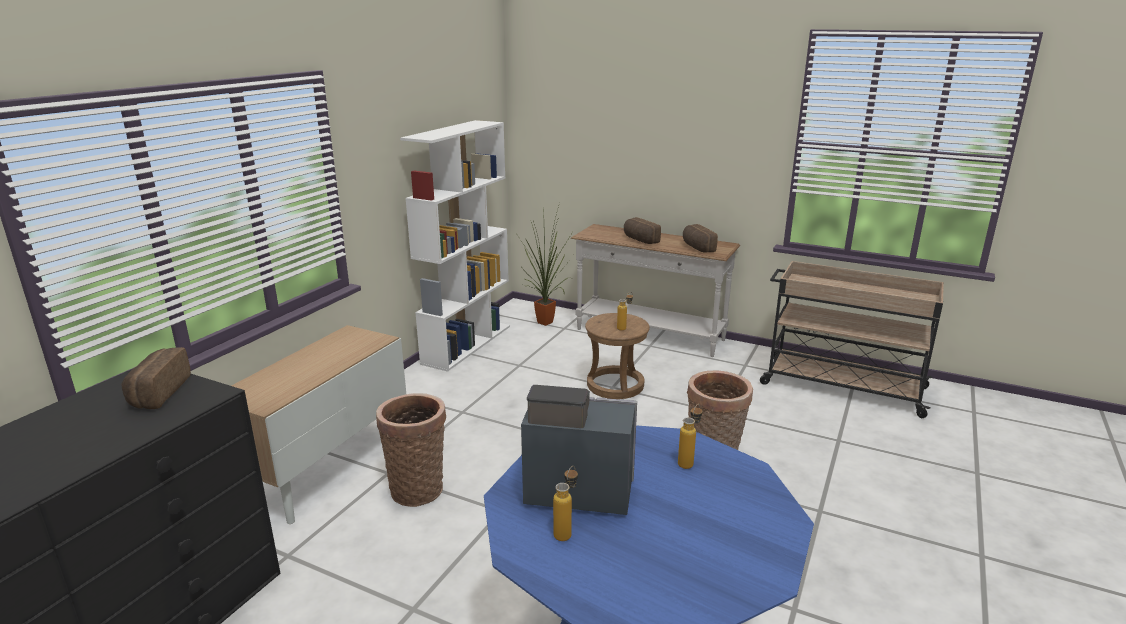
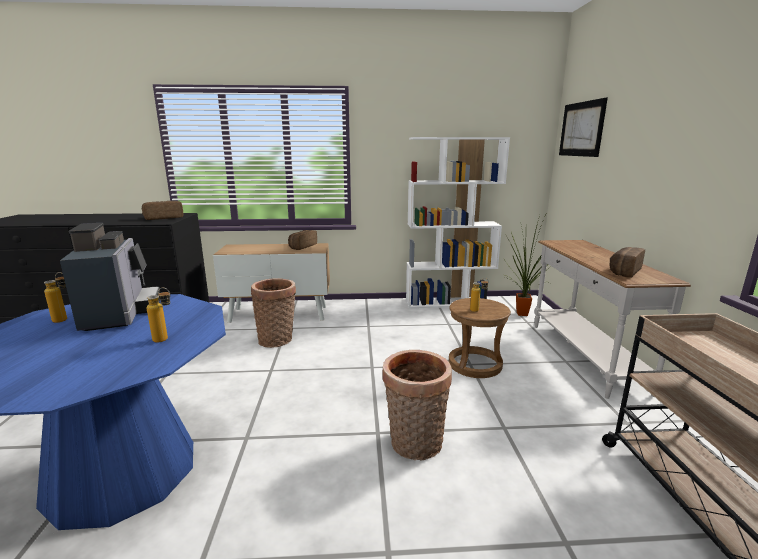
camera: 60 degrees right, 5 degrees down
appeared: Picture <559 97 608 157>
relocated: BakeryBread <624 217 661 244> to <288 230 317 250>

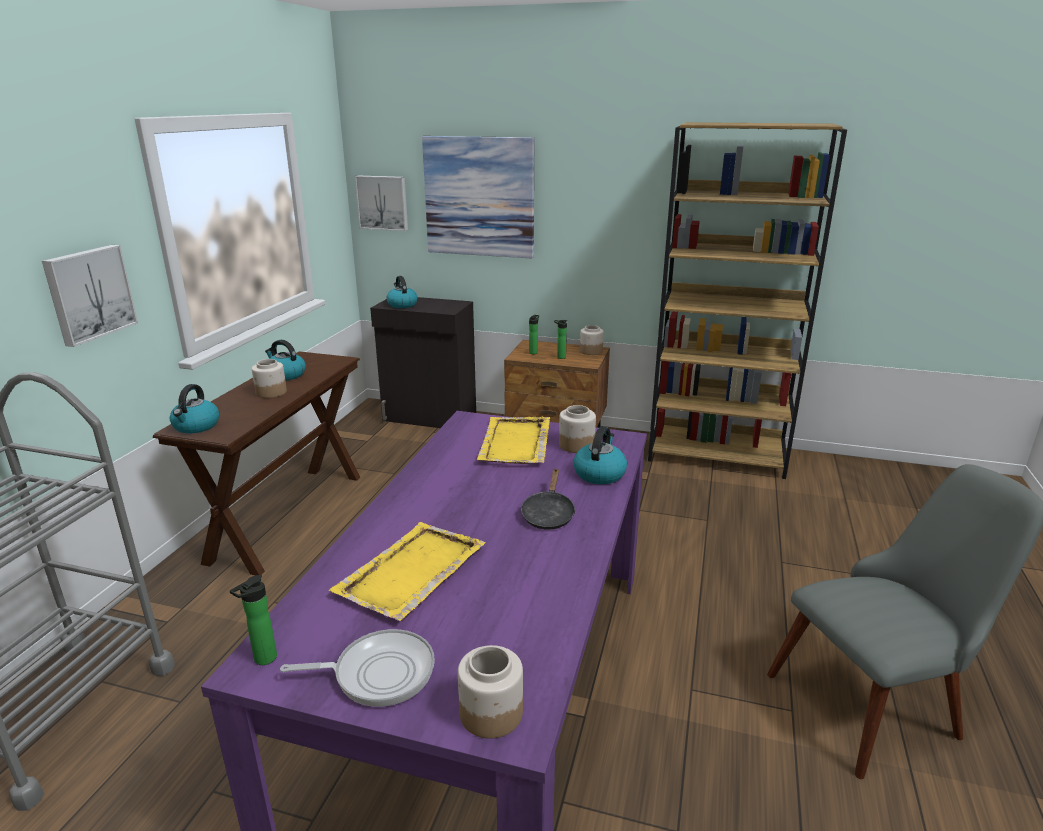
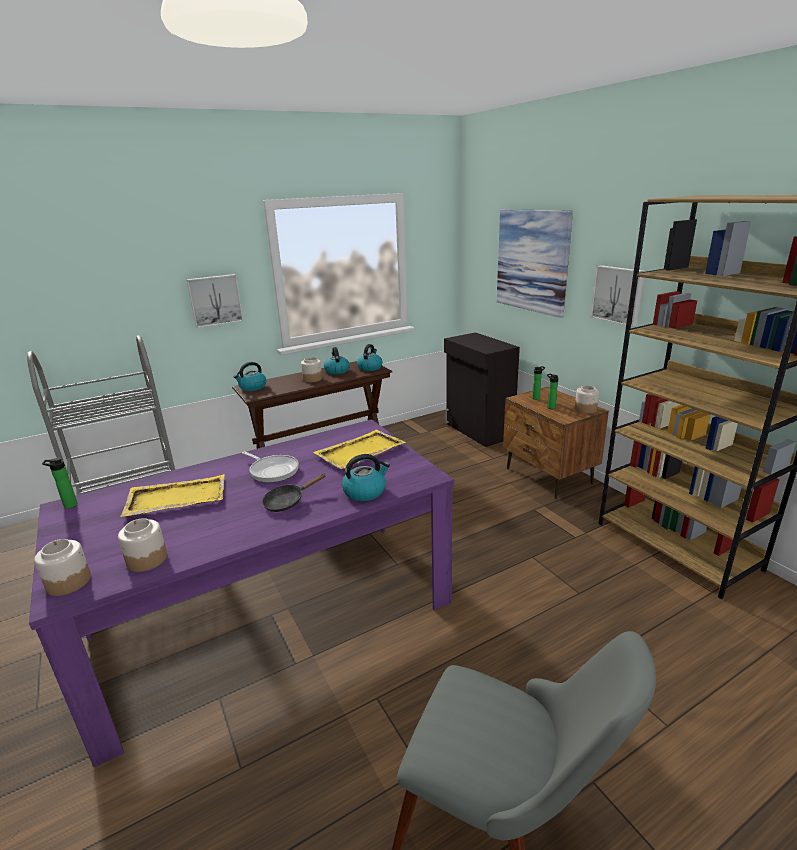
camera: 45 degrees right, 0 degrees up
relocated: FryingPan <280 629 435 707> to <242 451 299 483>; Picture <355 175 408 231> to <590 265 645 327>; TeaKettle <386 276 418 308> to <357 344 382 371>; StorageJar <559 405 596 453> to <118 518 167 572>

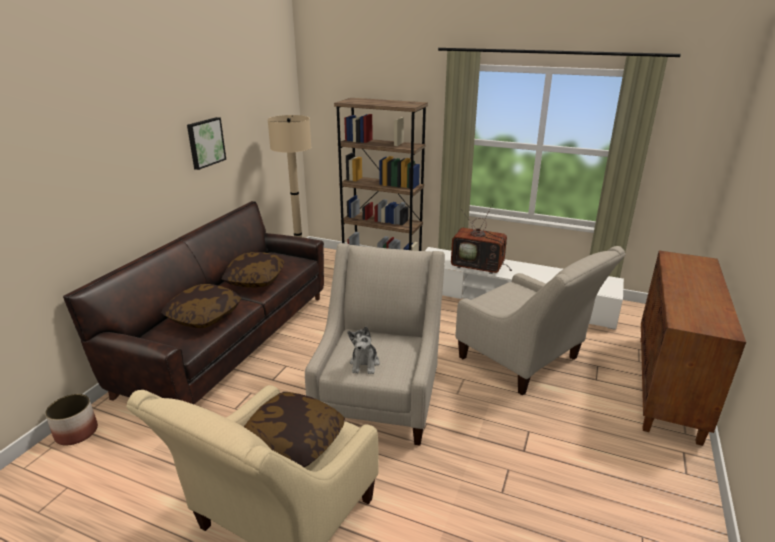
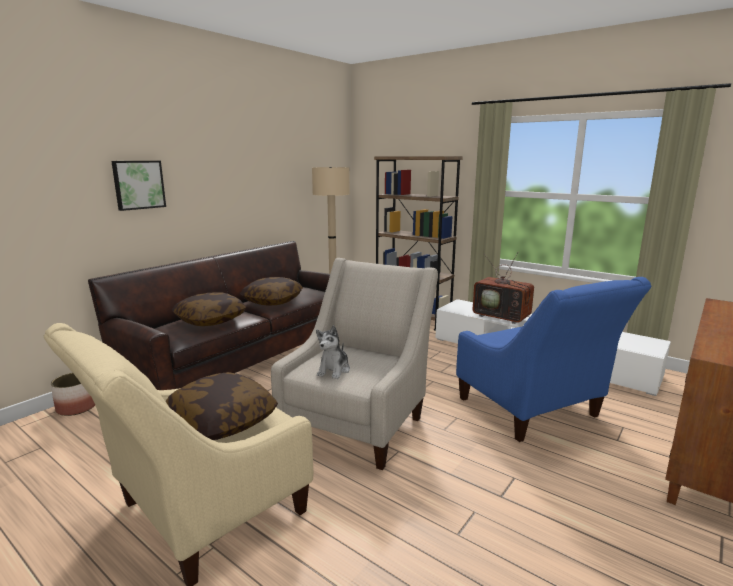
camera: 15 degrees right, 10 degrees down
relocated: Picture <187 117 226 170> to <111 161 166 211>
colour: BeigeEasyChair <456 246 626 396> to BluishEasyChair <456 277 651 442>

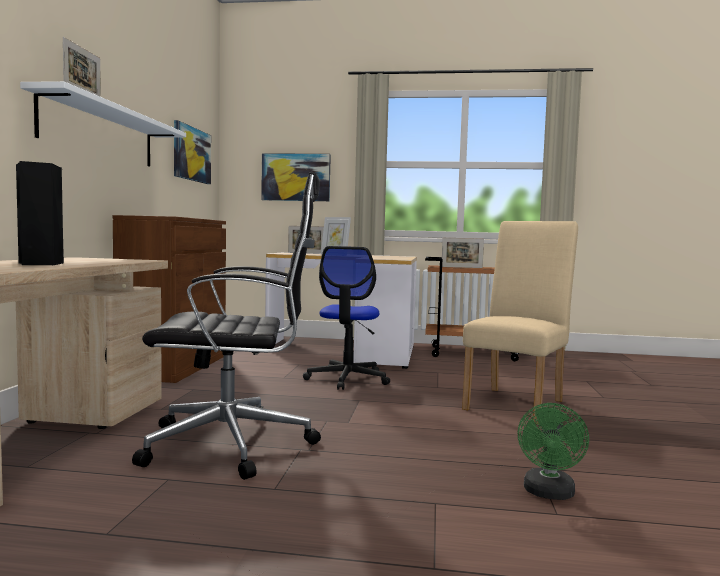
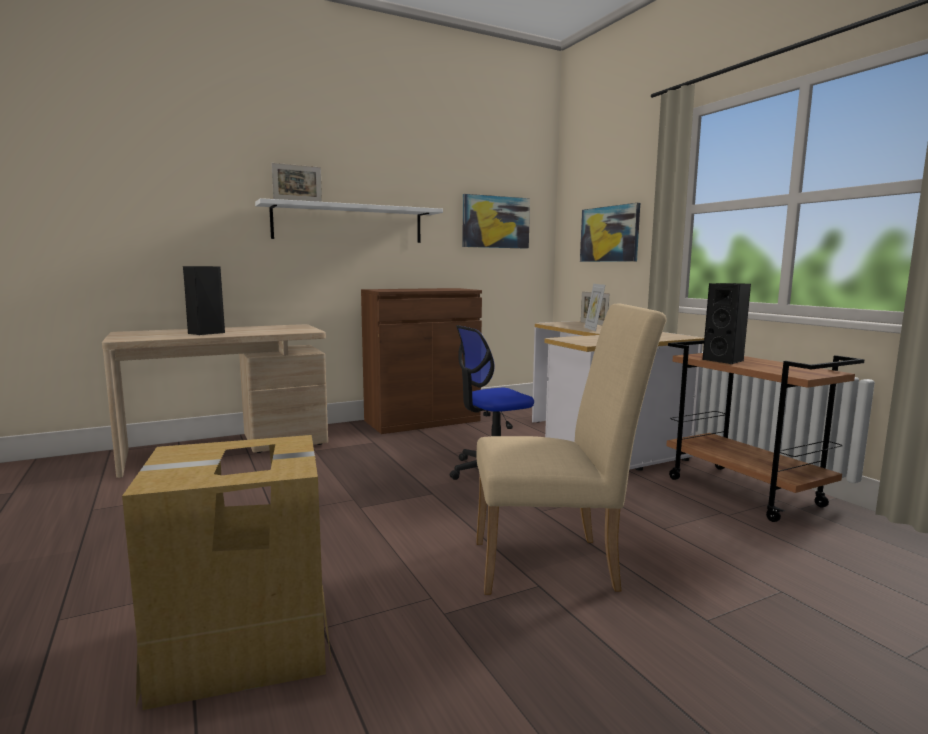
camera: 55 degrees right, 5 degrees up
missing: BlackishDeskChair <132 172 321 480>
exchanged: PhotoFrame <442 237 484 268> to BlackishSpeaker <703 283 751 364>; GreenColouredElectricFan <518 403 589 500> to PackingBox <122 435 332 710>

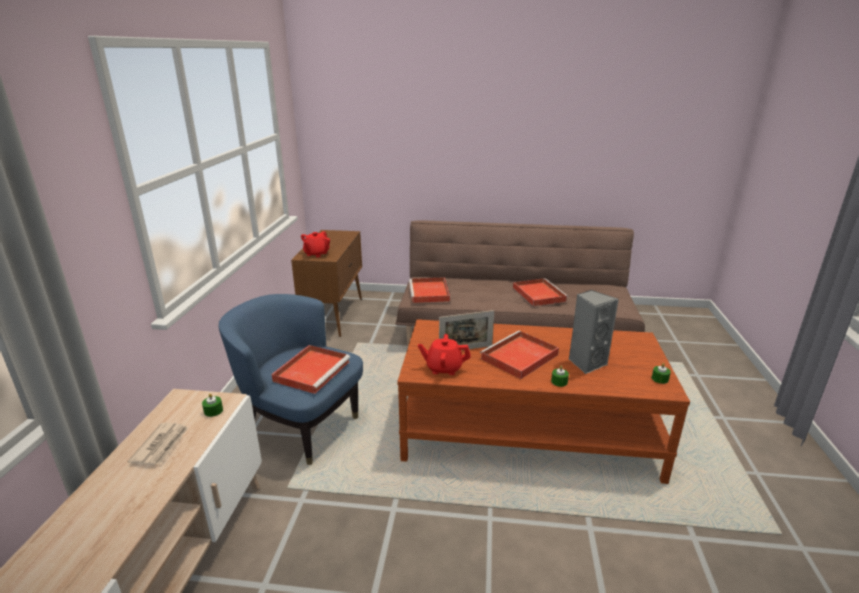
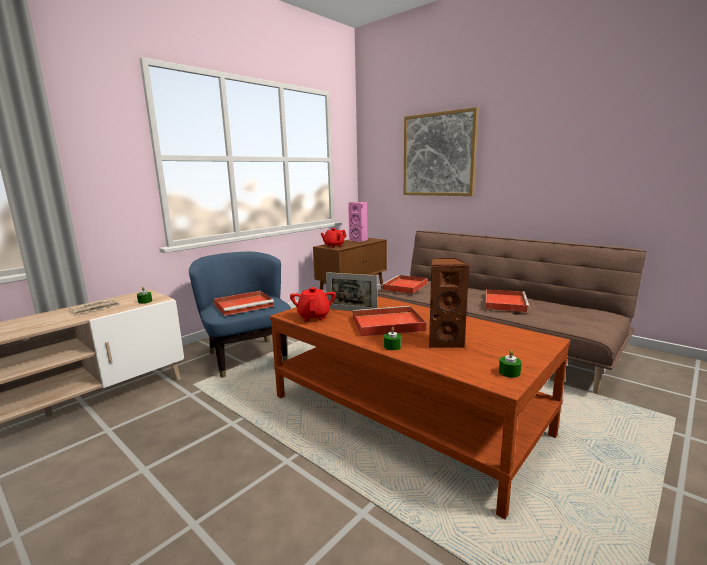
camera: 35 degrees right, 10 degrees down
appeared: PinkColouredSpeaker <348 202 368 242>; Picture <404 107 478 196>
colour: GreySpeaker <569 290 619 374> to BrownishSpeaker <429 258 469 348>
spun: RedColouredTeapot <418 334 471 375> = <290 287 336 321> 45 degrees clockwise

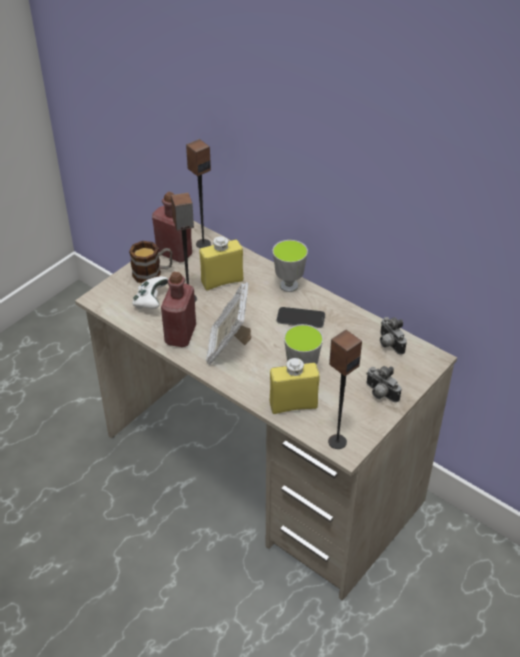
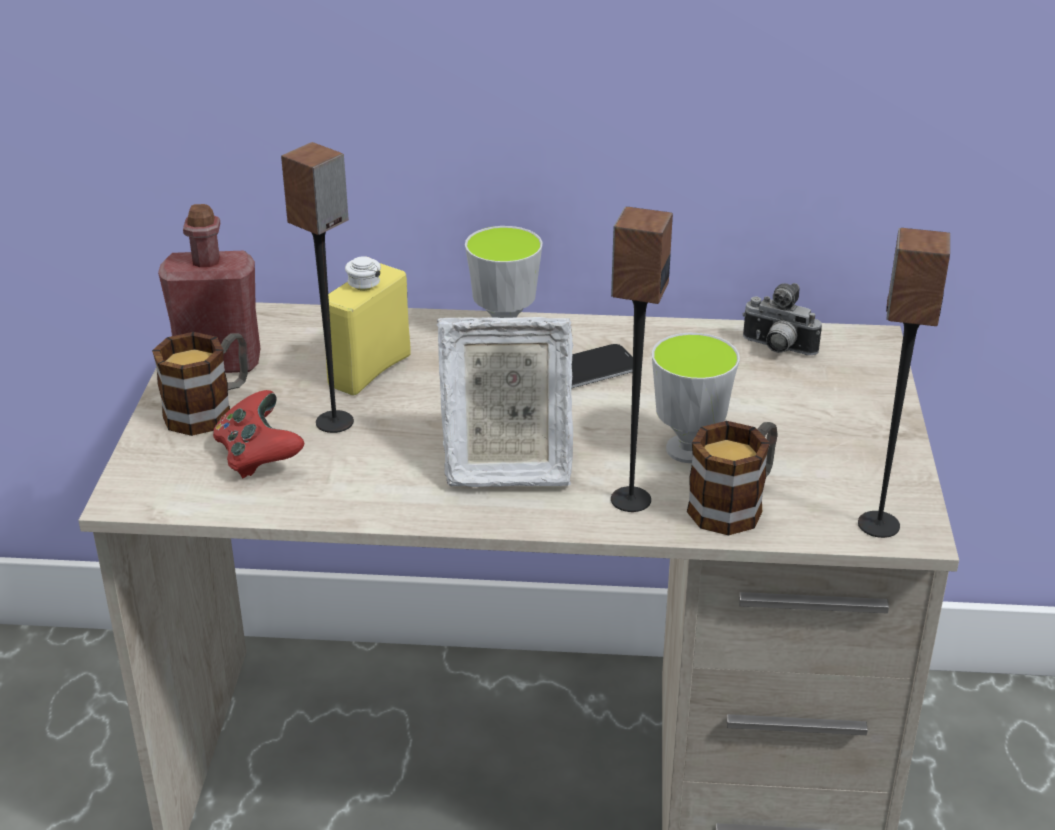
camera: 35 degrees left, 10 degrees down
missing: RedColouredDrinkBottle <161 272 196 347>; PhotoCamera <366 366 401 402>
relocated: Speaker <186 139 211 248> to <611 207 673 512>
exchanged: YellowishDrinkBottle <270 358 320 414> to CoffeeMug <687 421 778 535>
colour: WhitishJoypad <132 276 168 309> to RedColouredJoypad <213 390 304 478>
spun: PhotoFrame <206 282 251 365> = <436 317 573 487> 60 degrees counterclockwise

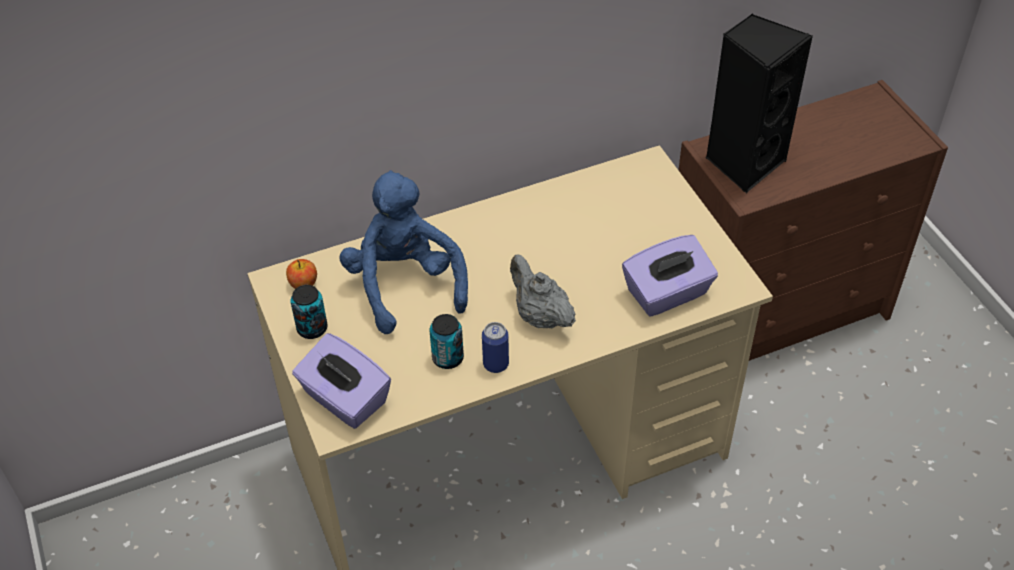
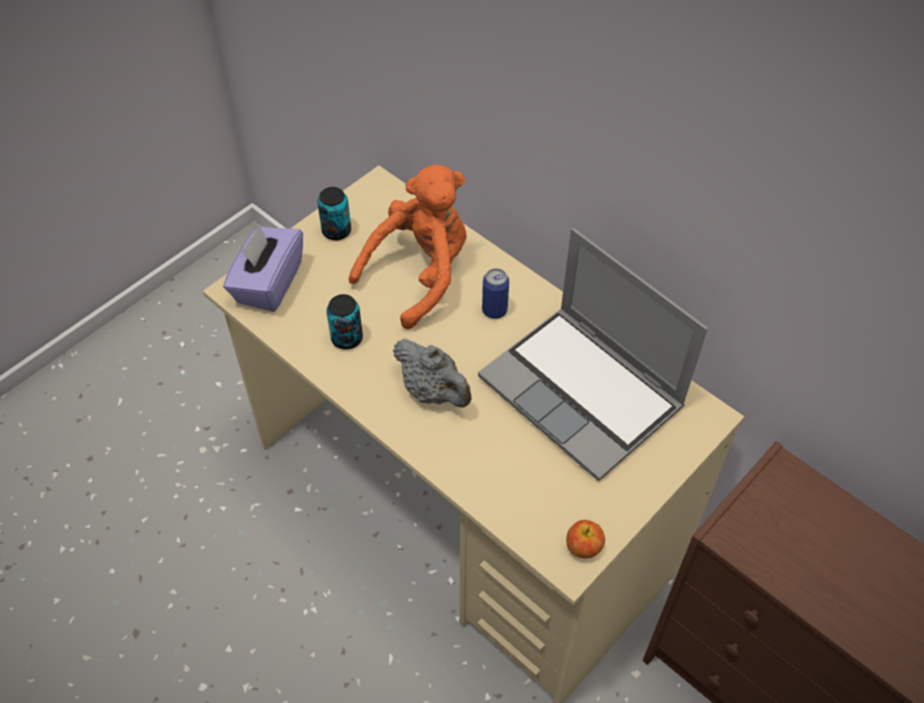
camera: 65 degrees right, 5 degrees up
missing: PurpleTissueHolder <622 235 718 317>; BlackishSpeaker <706 13 813 193>
appeared: Laptop <478 228 708 481>
relocated: WholeApple <286 259 317 289> to <566 520 605 559>; MetalCan <482 322 509 373> to <482 268 509 319>
colour: BluishCuddlyToy <339 170 468 334> to OrangeCuddlyToy <349 165 466 329>
spun: GreyTeapot <510 255 576 328> = <393 339 471 408> 105 degrees clockwise

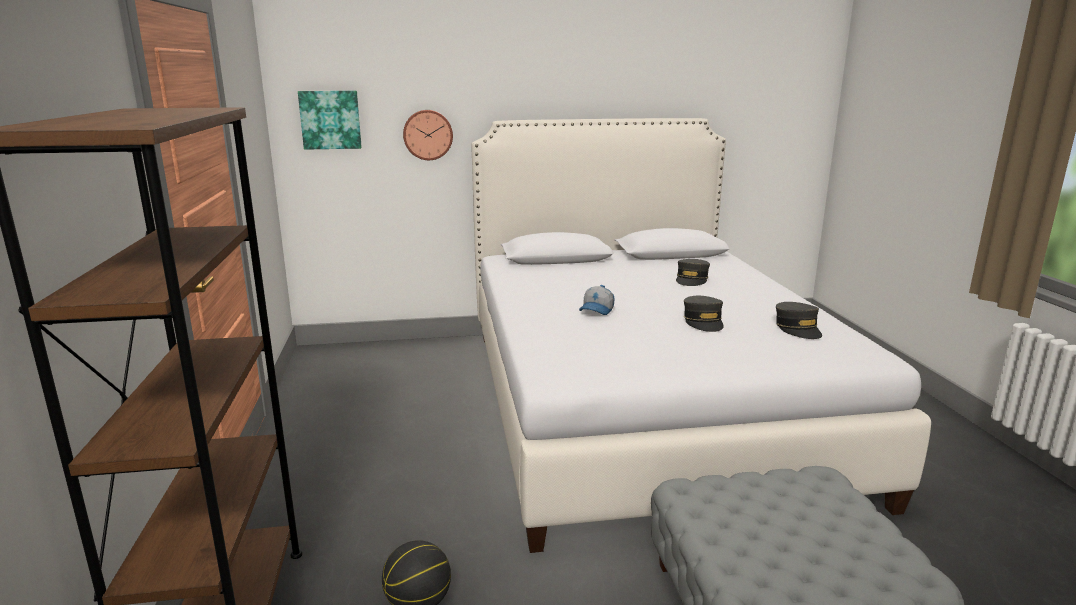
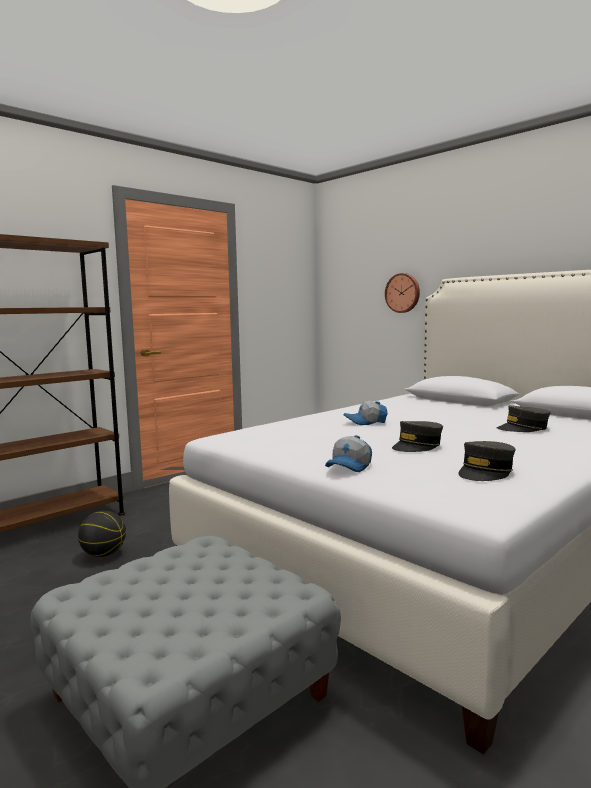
camera: 55 degrees right, 10 degrees down
missing: Picture <298 91 362 150>
appeared: Cap <325 435 372 472>

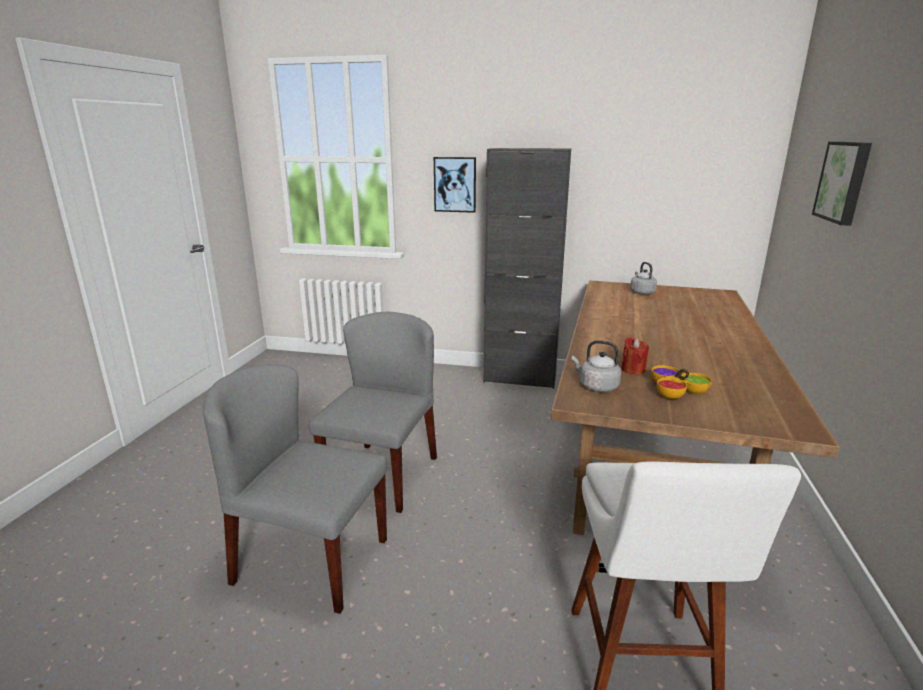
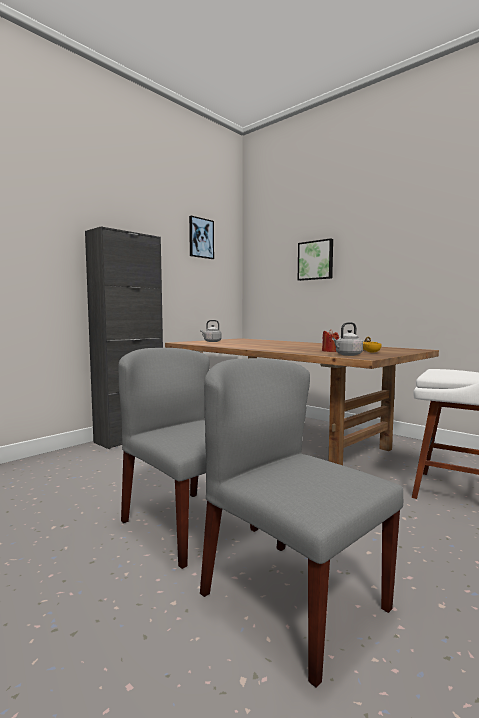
camera: 60 degrees left, 15 degrees down
relocated: Picture <434 157 476 213> to <189 216 214 259>
spun: GreyChair <203 365 387 614> = <200 358 403 688> 90 degrees clockwise

